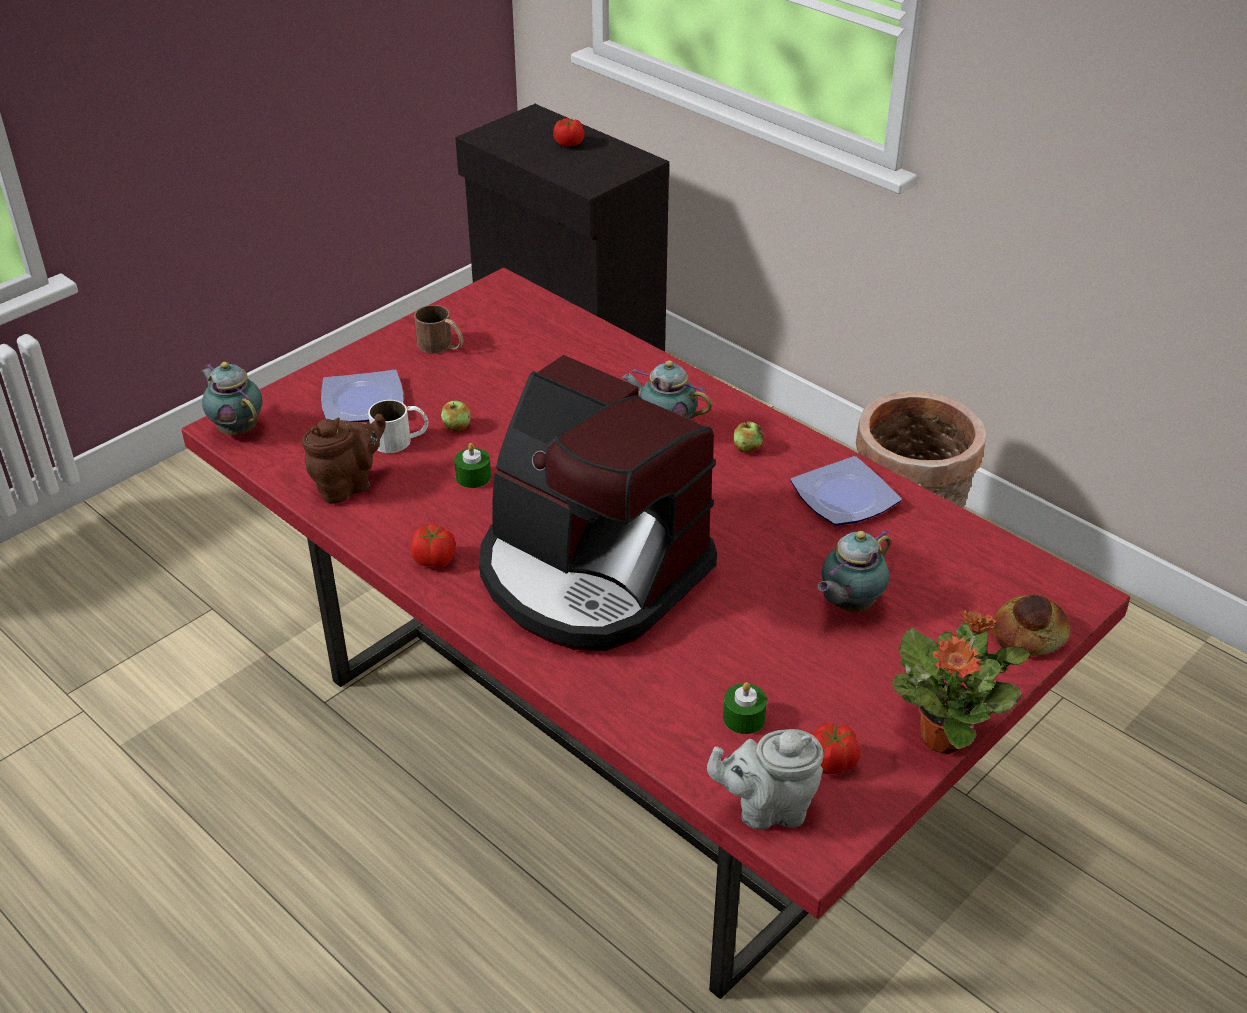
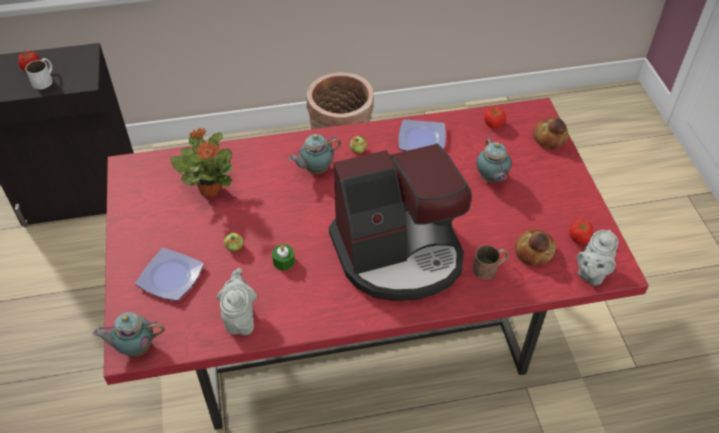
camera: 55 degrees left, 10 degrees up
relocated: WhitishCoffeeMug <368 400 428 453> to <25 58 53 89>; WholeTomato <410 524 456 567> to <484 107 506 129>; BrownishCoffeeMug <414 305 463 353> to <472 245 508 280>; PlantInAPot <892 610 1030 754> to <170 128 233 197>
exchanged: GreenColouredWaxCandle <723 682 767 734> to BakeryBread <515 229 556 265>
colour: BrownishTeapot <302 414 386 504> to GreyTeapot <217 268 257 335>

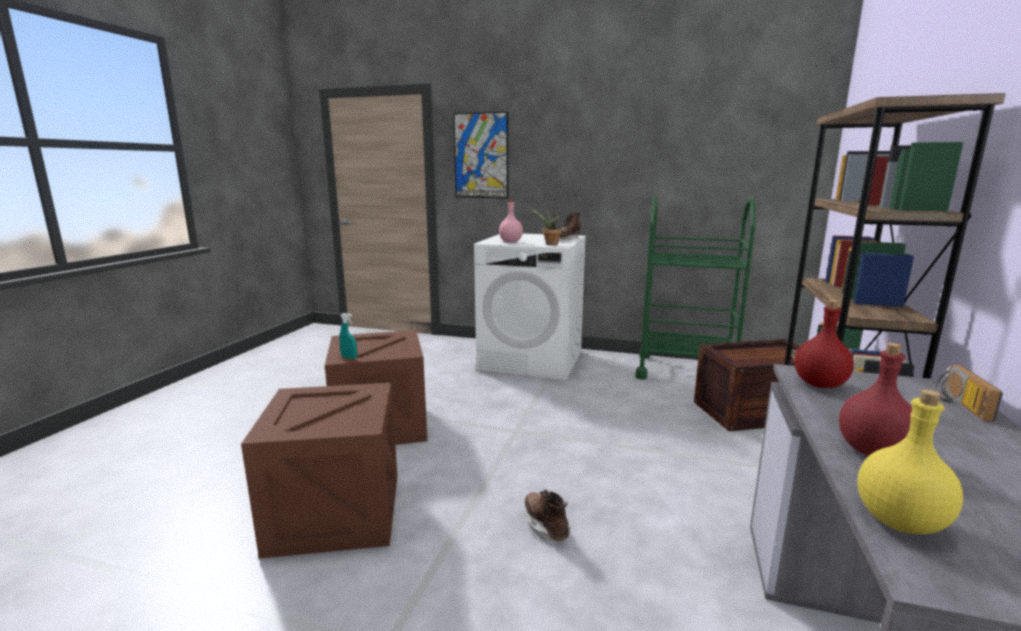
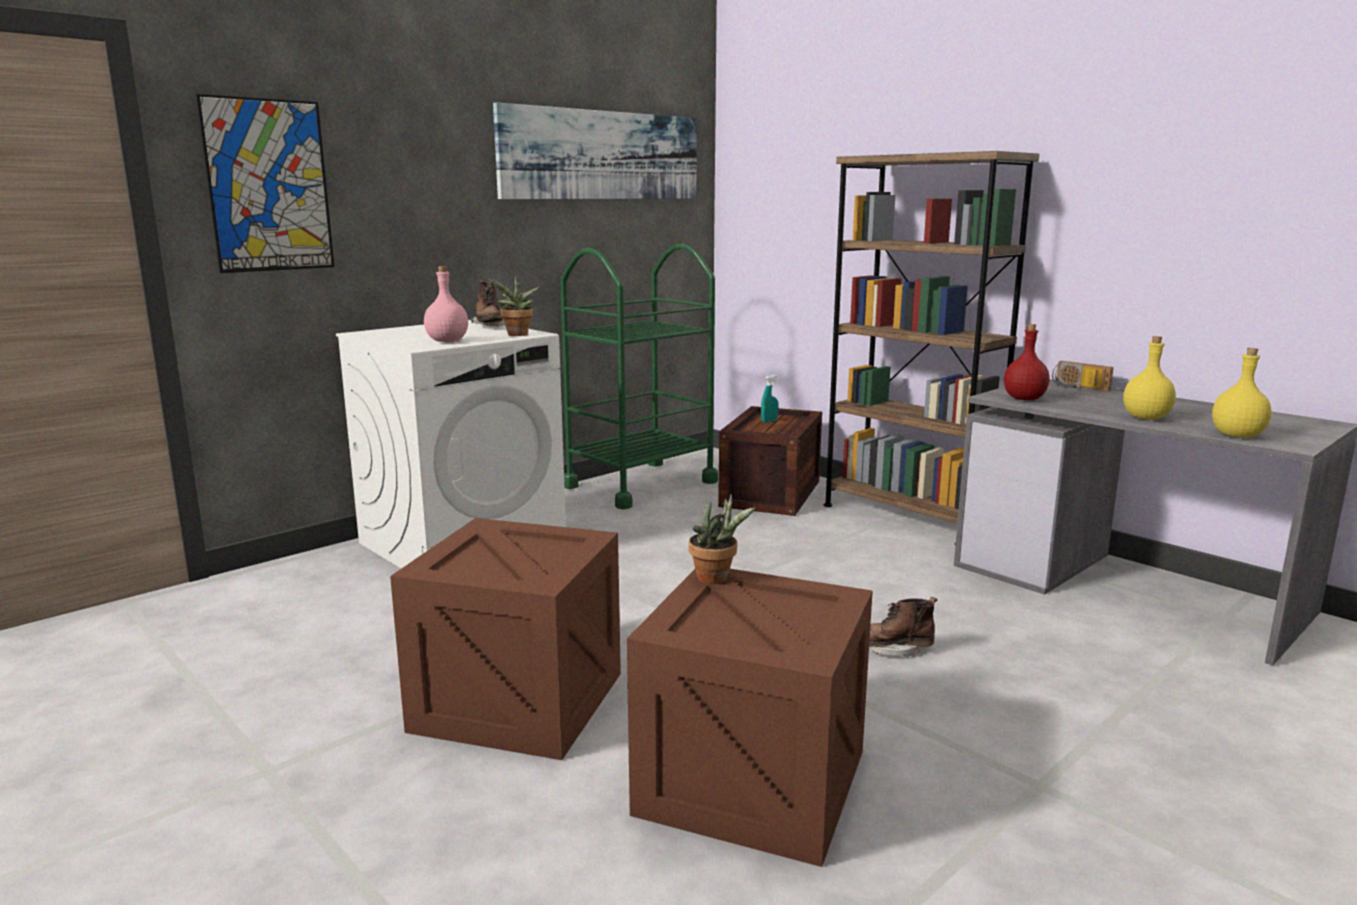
camera: 60 degrees left, 0 degrees up
appeared: Picture <493 102 697 199>; PlantInAPot <689 494 755 584>
relocated: TurquoiseSprayer <339 313 357 359> to <761 375 779 422>
colour: RedColouredDrinkBottle <839 343 912 456> to YellowishDrinkBottle <1123 336 1176 420>

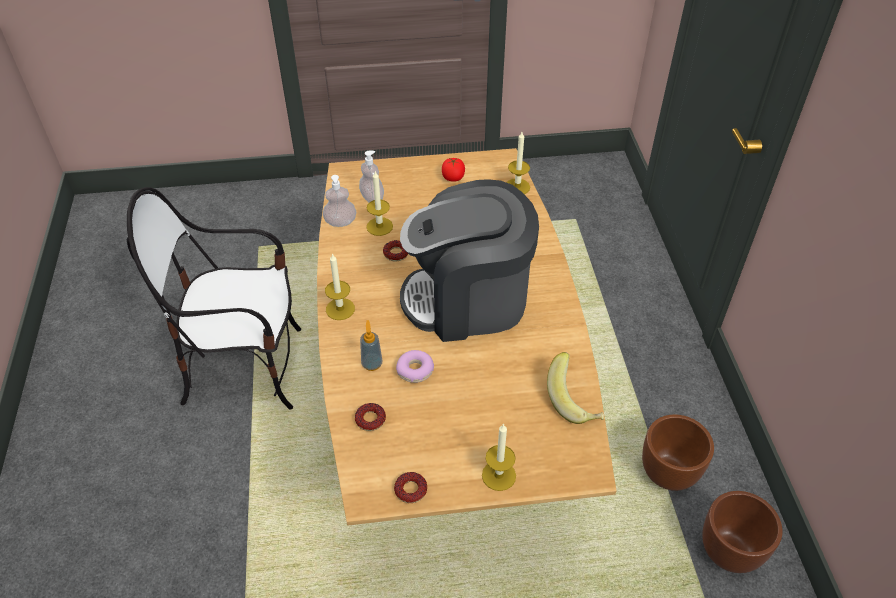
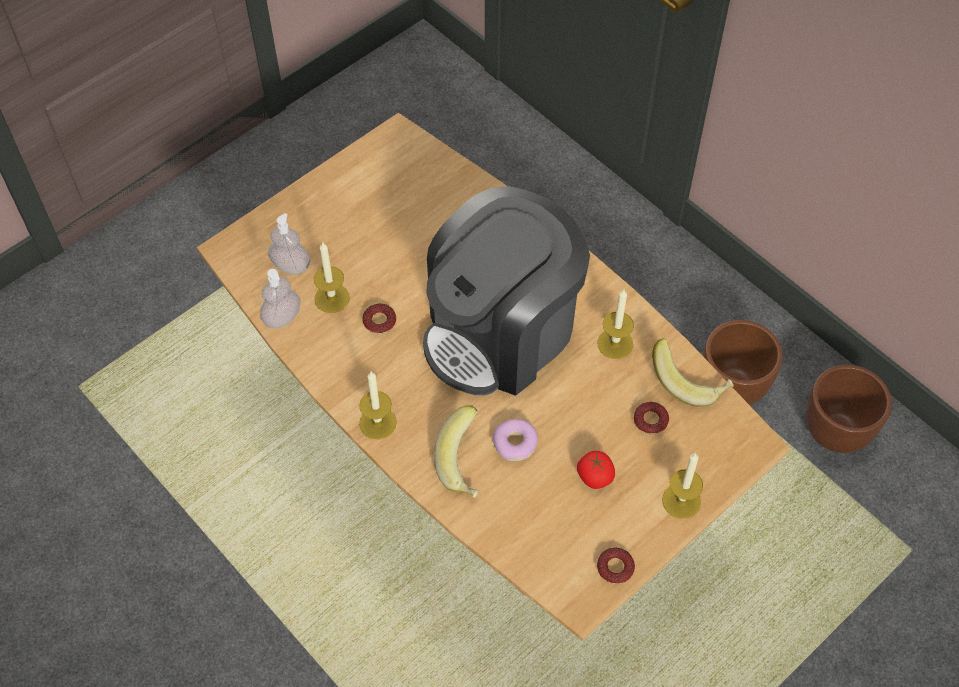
camera: 35 degrees left, 10 degrees up
missing: Chair <127 187 301 410>
relocated: RingDoughnut <355 403 386 431> to <634 402 669 435>; WholeTomato <442 158 465 182> to <577 451 615 489>; WaxCandle <506 132 530 194> to <597 289 634 359>
exchanged: LiquidSoapBottle <360 320 383 371> to Banana <434 405 478 498>

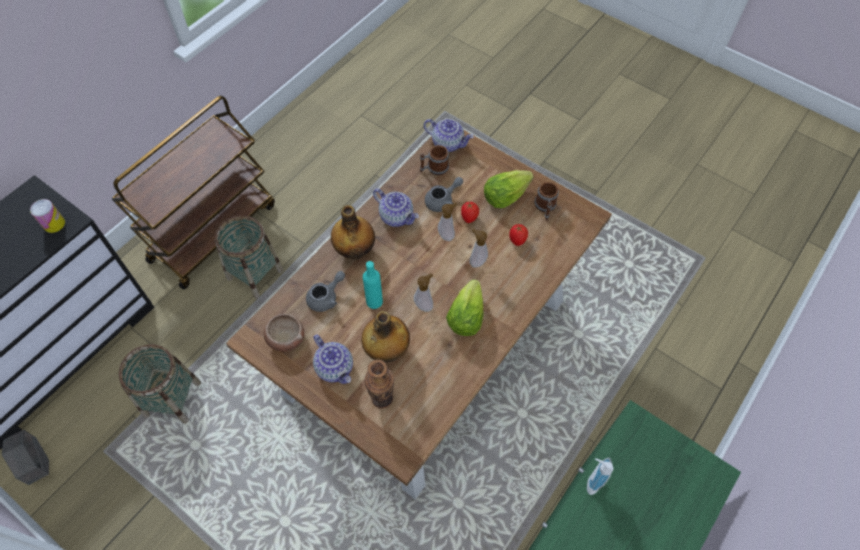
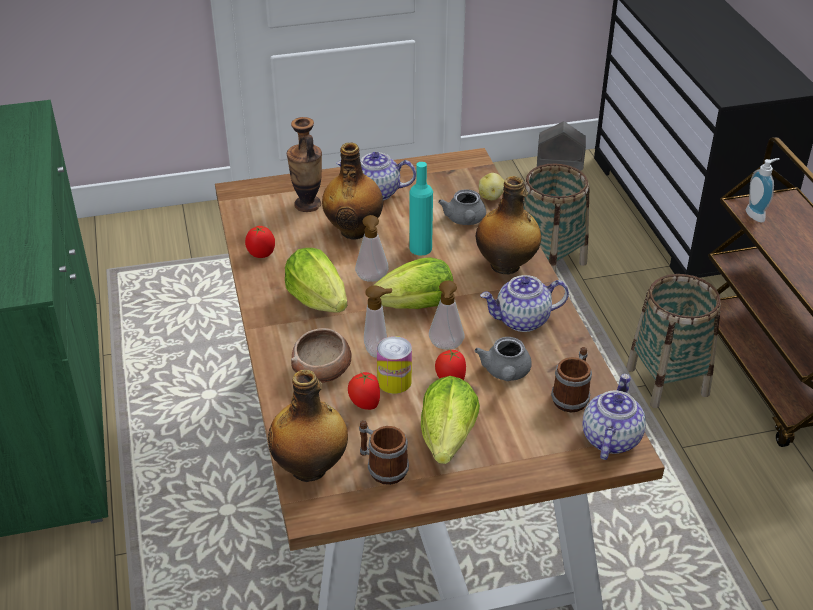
camera: 130 degrees right, 20 degrees down
appeared: WholeTomato <245 226 275 258>; DrinkBottle <268 369 348 482>; HeadOfLettuce <374 257 453 309>; WholePotato <479 173 505 200>
relocated: MetalCan <30 199 65 233> to <377 336 412 394>; DeepDish <264 314 304 352> to <291 328 352 383>; LiquidSoapBottle <587 458 613 495> to <746 158 780 222>
spun: Teapot <423 119 474 152> = <583 374 646 460> 135 degrees clockwise

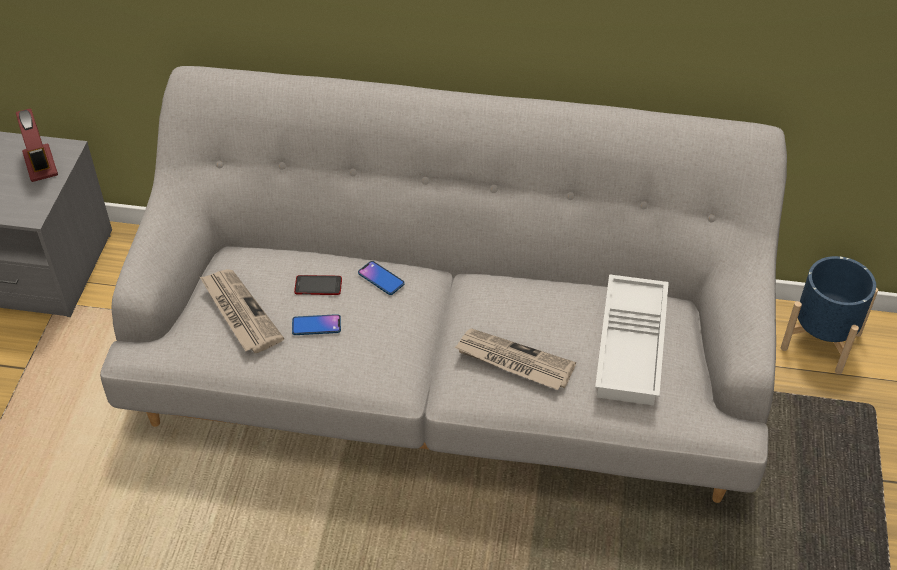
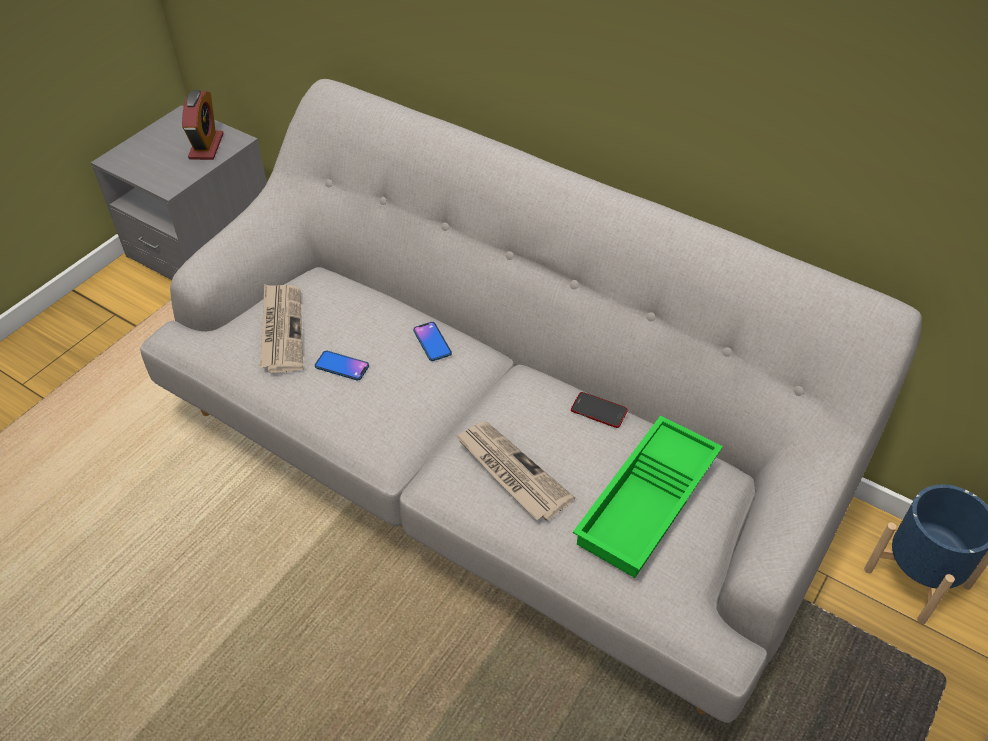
camera: 25 degrees right, 0 degrees up
relocated: Telephone <294 275 342 295> to <571 392 628 428>
colour: WhitishServingTray <595 274 669 405> to GreenColouredServingTray <573 415 723 578>

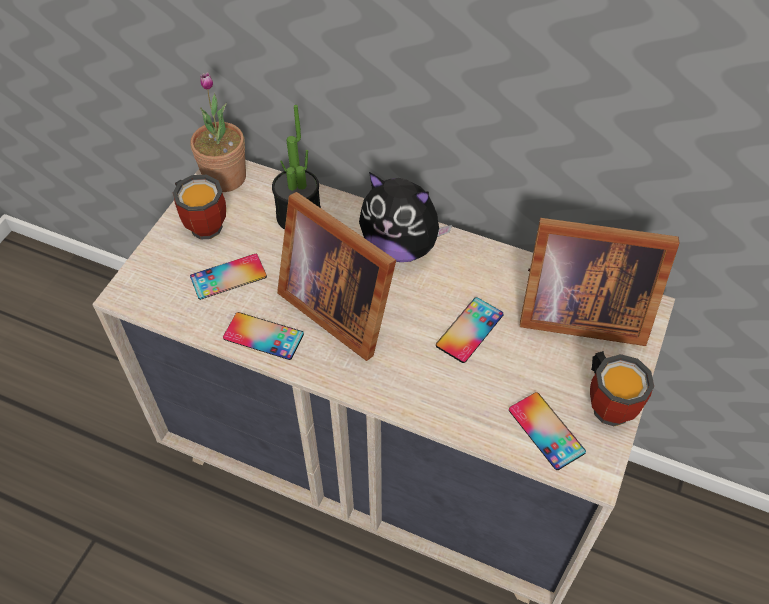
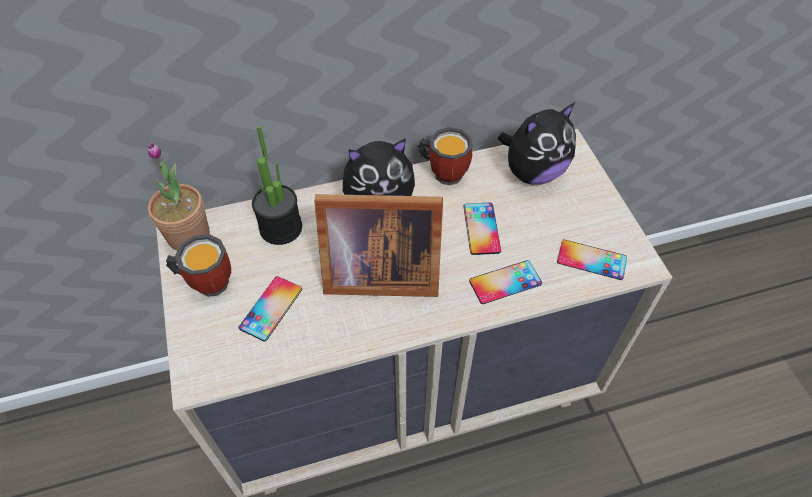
camera: 40 degrees left, 0 degrees up
relocated: Telephone <223 312 304 360> to <469 260 542 304>; CoffeeMug <590 351 654 426> to <418 127 473 185>
exchanged: PhotoFrame <520 218 679 346> to CuddlyToy <498 102 576 185>

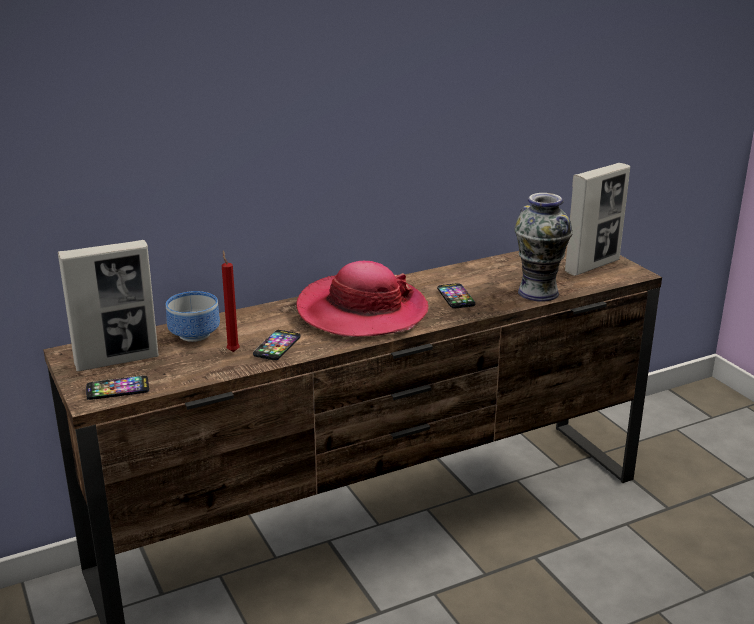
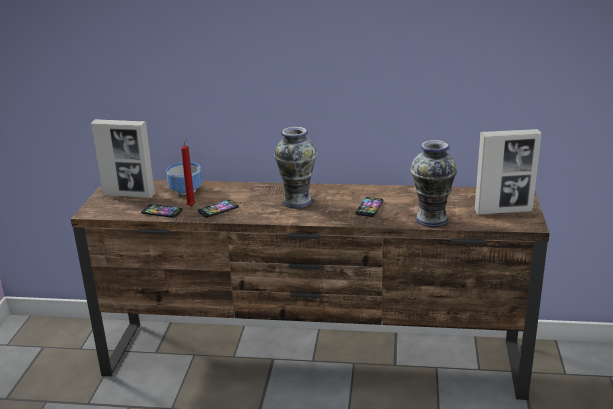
camera: 35 degrees right, 0 degrees up
relocated: Telephone <86 375 149 400> to <141 204 183 218>
exchanged: Hat <296 261 429 337> to Vase <274 127 318 208>

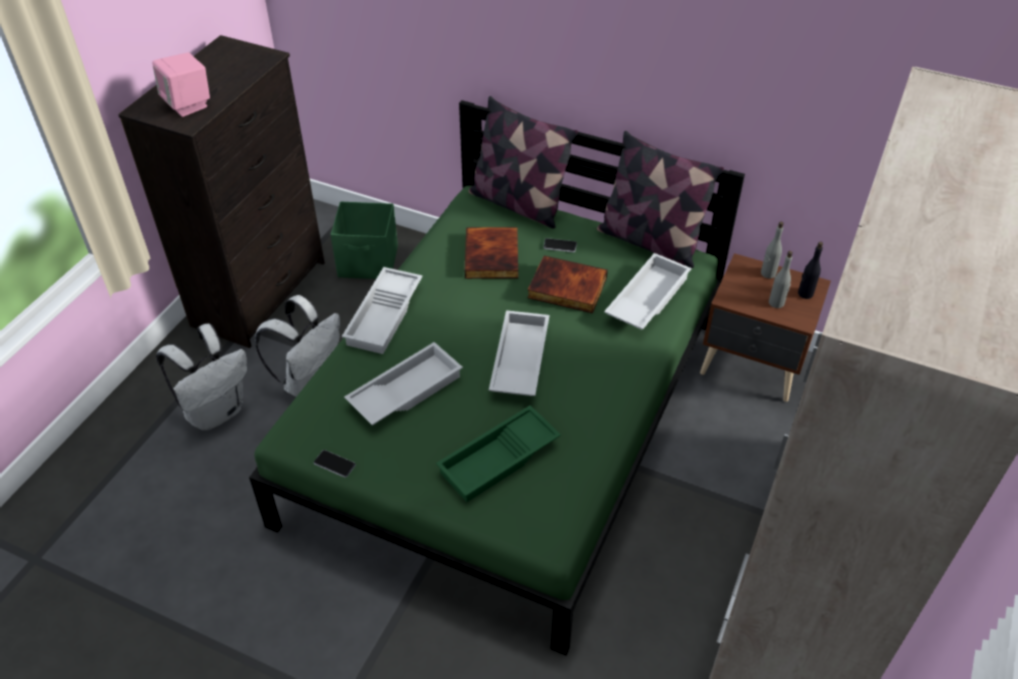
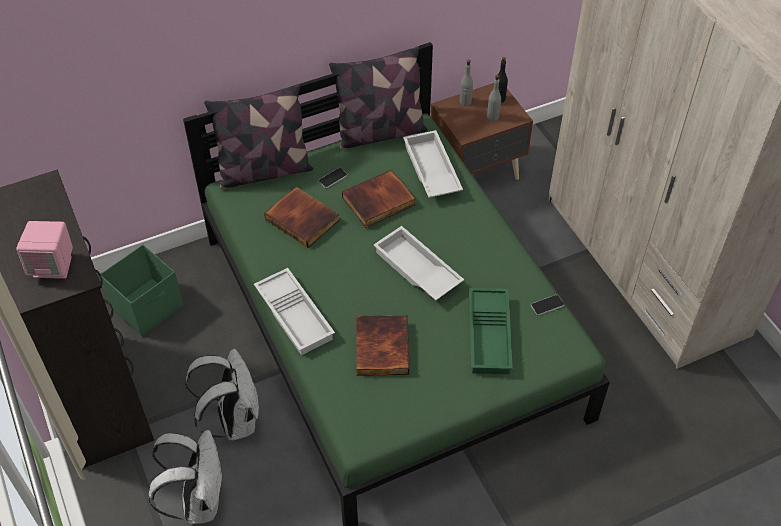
camera: 50 degrees left, 5 degrees up
relocated: Telephone <314 450 356 478> to <531 295 564 315>
exchanged: WhitishServingTray <344 342 463 425> to Book <356 315 410 376>

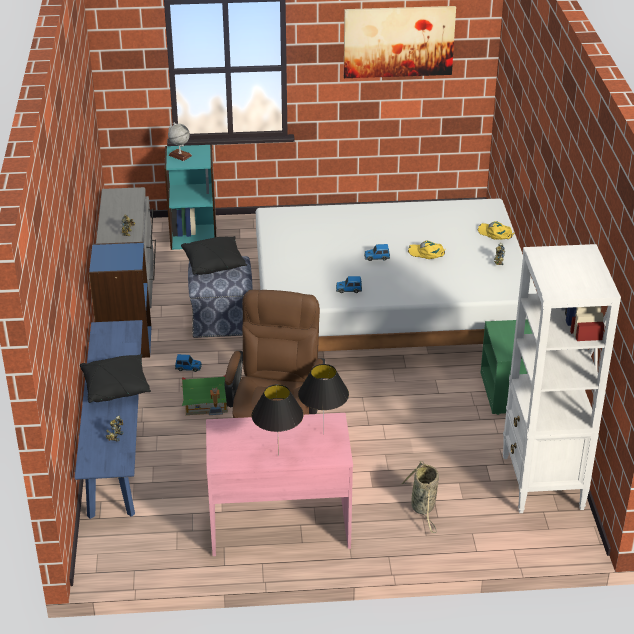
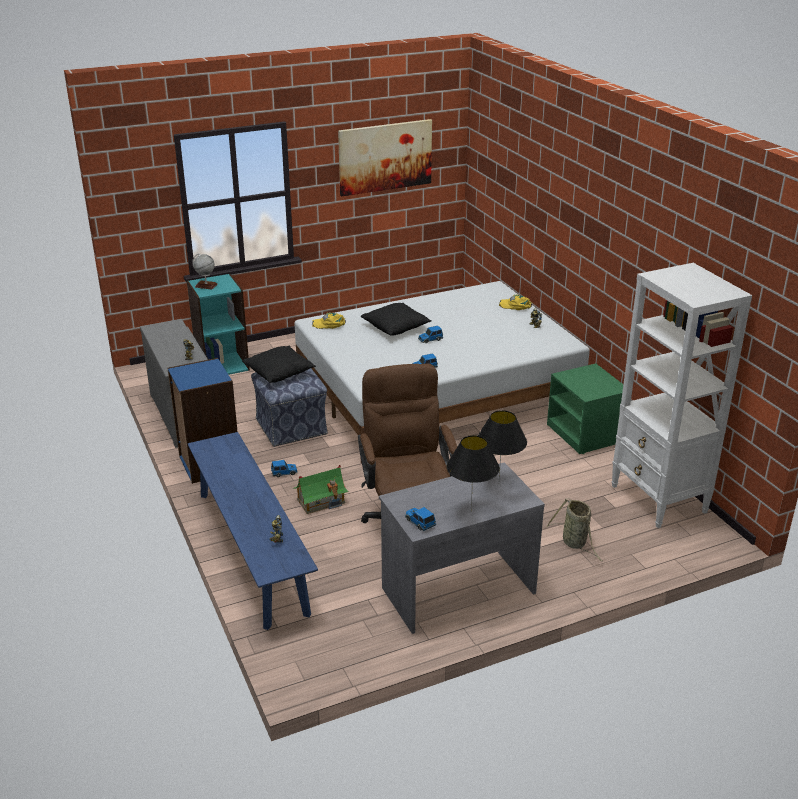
camera: 20 degrees left, 5 degrees down
appeared: MiniatureCar <405 507 436 531>
relocated: BlackishThrowPillow <80 354 151 403> to <361 303 432 336>; YellowishCap <408 240 446 259> to <312 313 346 329>
colour: PinkColouredDesk <206 413 353 556> to GreyDesk <379 462 545 634>

